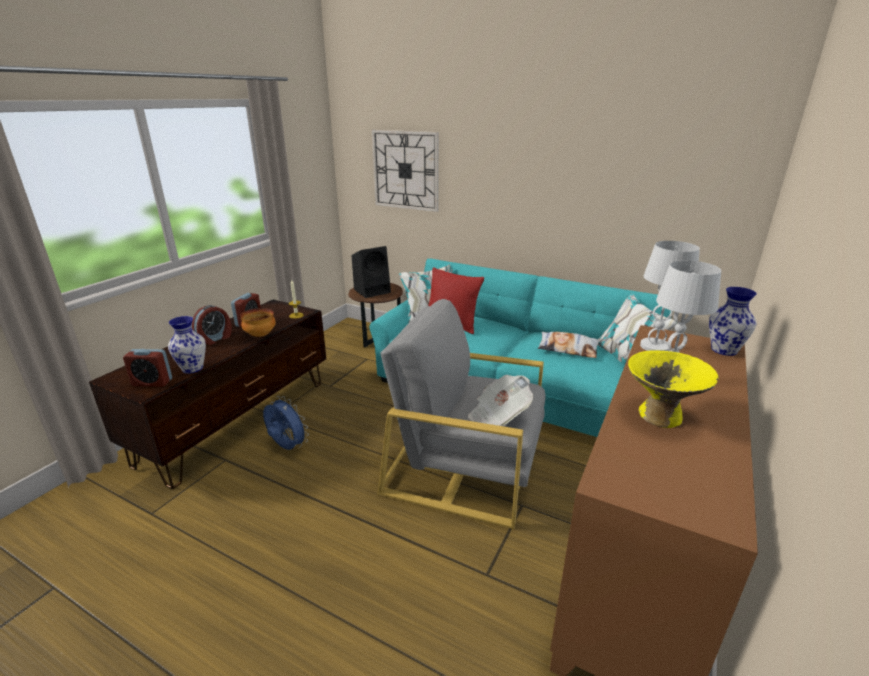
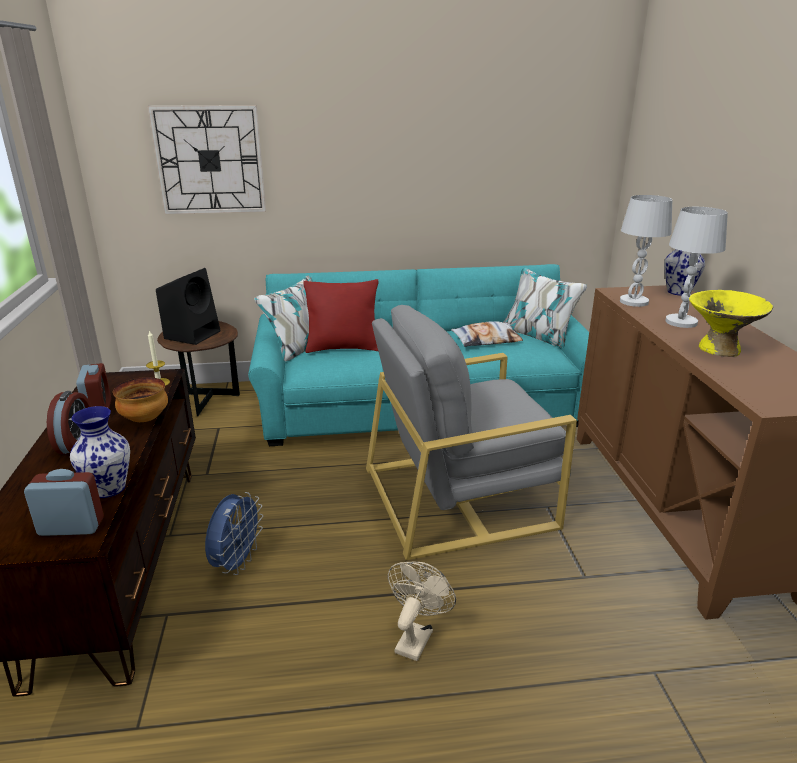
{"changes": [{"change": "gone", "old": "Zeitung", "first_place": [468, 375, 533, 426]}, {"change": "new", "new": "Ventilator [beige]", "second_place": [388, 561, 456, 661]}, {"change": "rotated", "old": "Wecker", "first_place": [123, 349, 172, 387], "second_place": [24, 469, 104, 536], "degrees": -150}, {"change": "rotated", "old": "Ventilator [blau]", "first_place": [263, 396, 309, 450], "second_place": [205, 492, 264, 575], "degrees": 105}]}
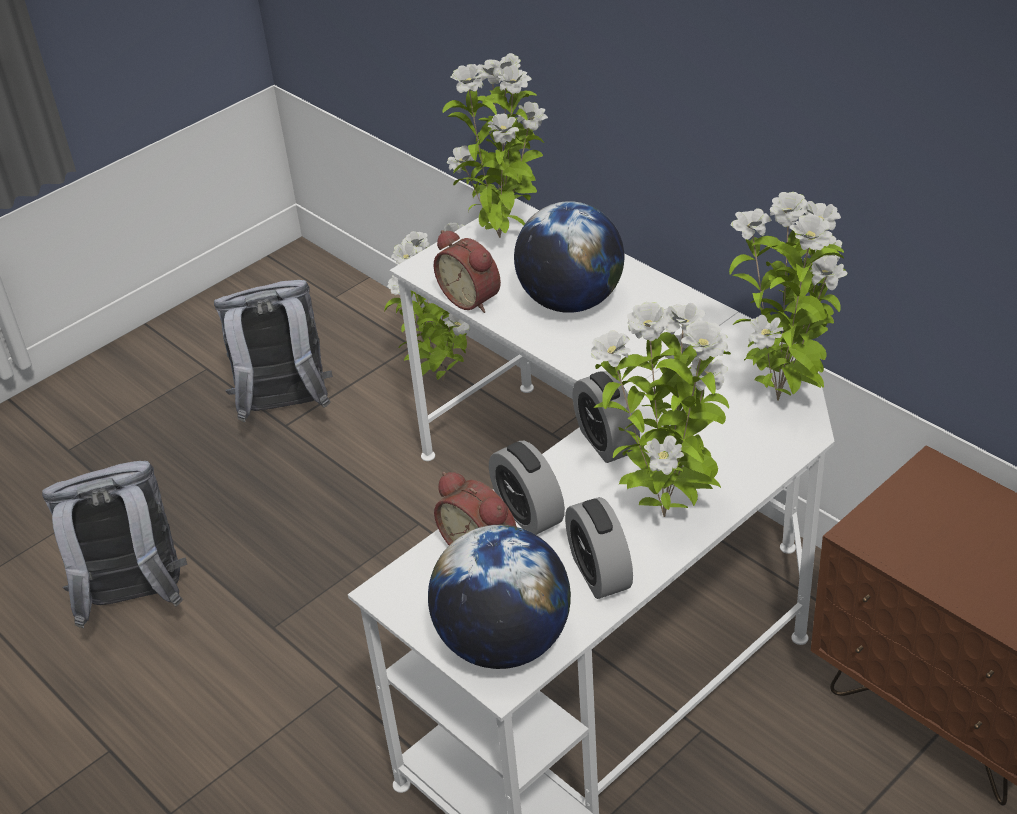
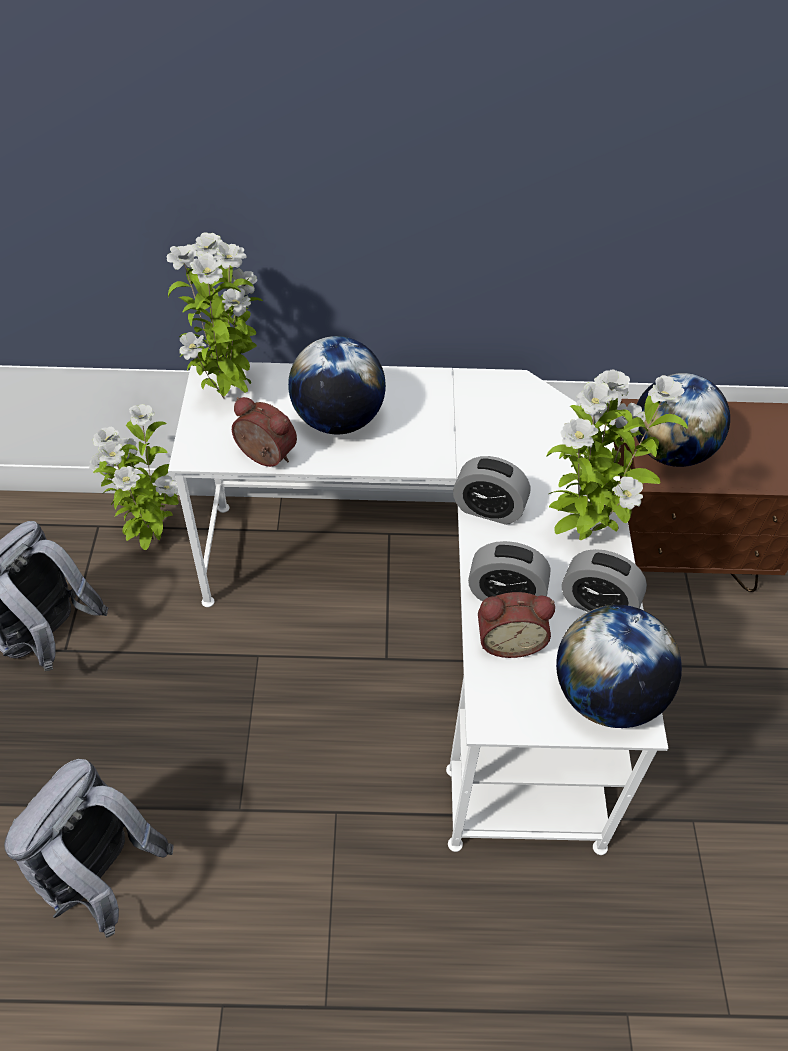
{"changes": [{"change": "gone", "old": "Topfpflanze", "first_place": [729, 192, 847, 401]}, {"change": "new", "new": "Globus", "second_place": [636, 373, 730, 467]}, {"change": "rotated", "old": "Wecker", "first_place": [434, 230, 501, 313], "second_place": [232, 397, 297, 467], "degrees": -150}]}
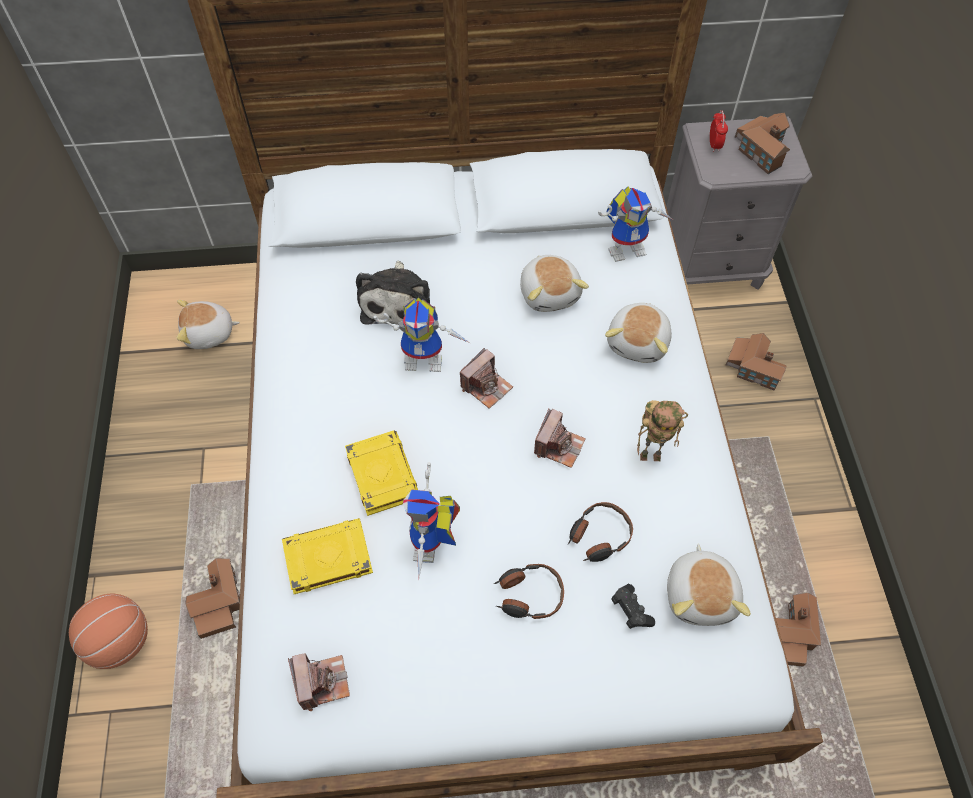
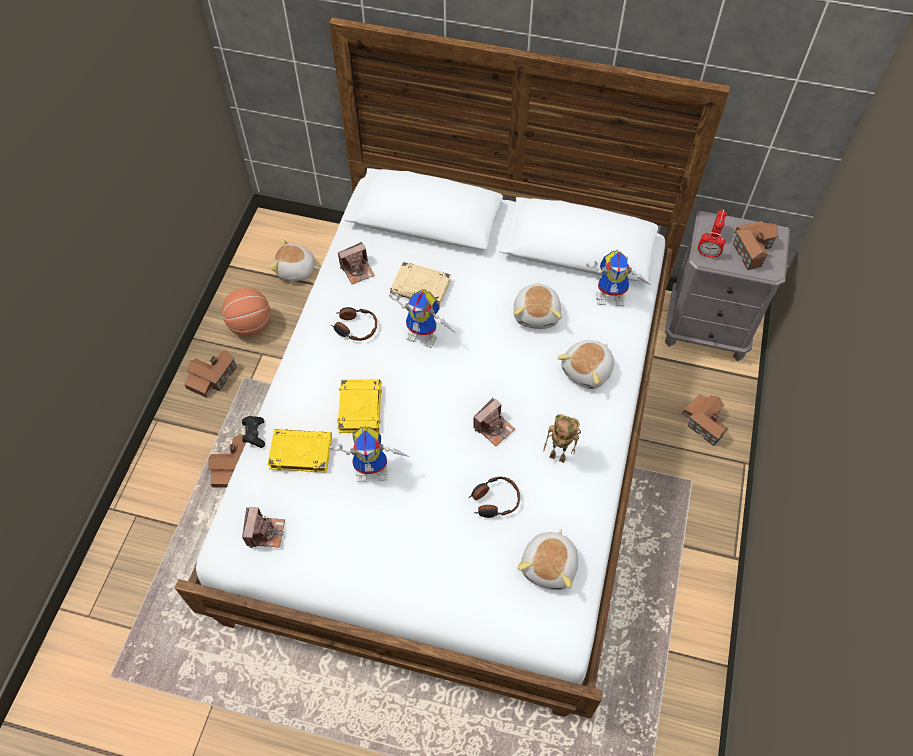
{"changes": [{"change": "new", "new": "Wecker", "second_place": [698, 232, 725, 258]}, {"change": "shifted", "old": "Basketball", "first_place": [69, 594, 148, 669], "second_place": [222, 288, 271, 336]}, {"change": "shifted", "old": "Kamera", "first_place": [460, 348, 513, 409], "second_place": [338, 242, 375, 284]}, {"change": "shifted", "old": "Kopfhörer", "first_place": [494, 564, 564, 619], "second_place": [331, 307, 377, 341]}, {"change": "shifted", "old": "Gamepad [schwarz]", "first_place": [611, 584, 655, 629], "second_place": [242, 416, 265, 448]}, {"change": "shifted", "old": "Spielzeughaus", "first_place": [776, 593, 821, 667], "second_place": [184, 351, 237, 398]}, {"change": "swapped", "old": "Plüschtier", "new": "Buch [beige]", "first_place": [356, 261, 430, 325], "second_place": [390, 262, 451, 306]}, {"change": "rotated", "old": "Spielzeugroboter", "first_place": [403, 462, 460, 580], "second_place": [330, 426, 410, 482], "degrees": -120}]}
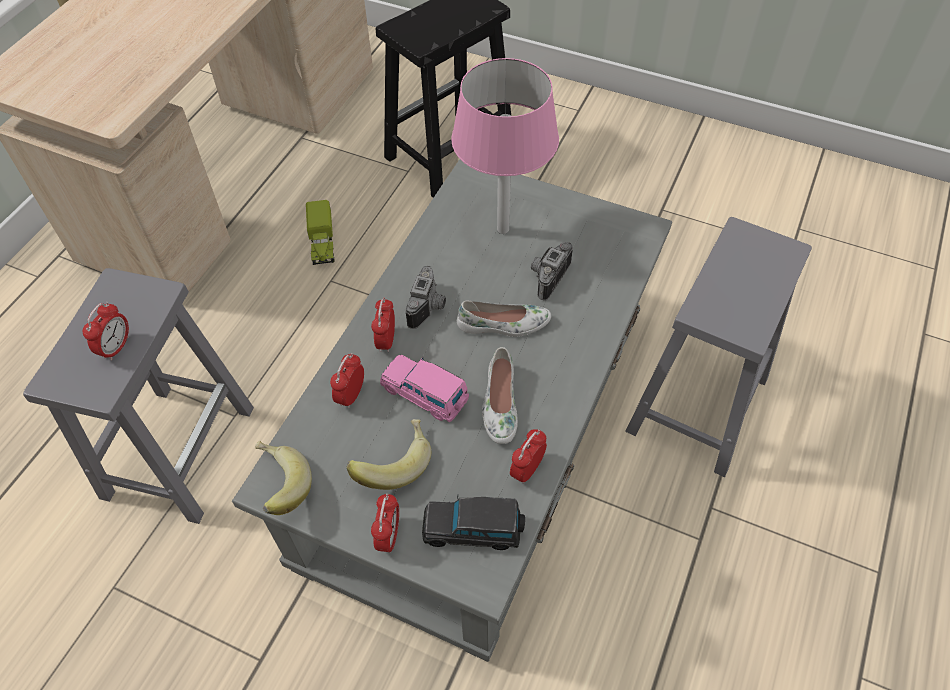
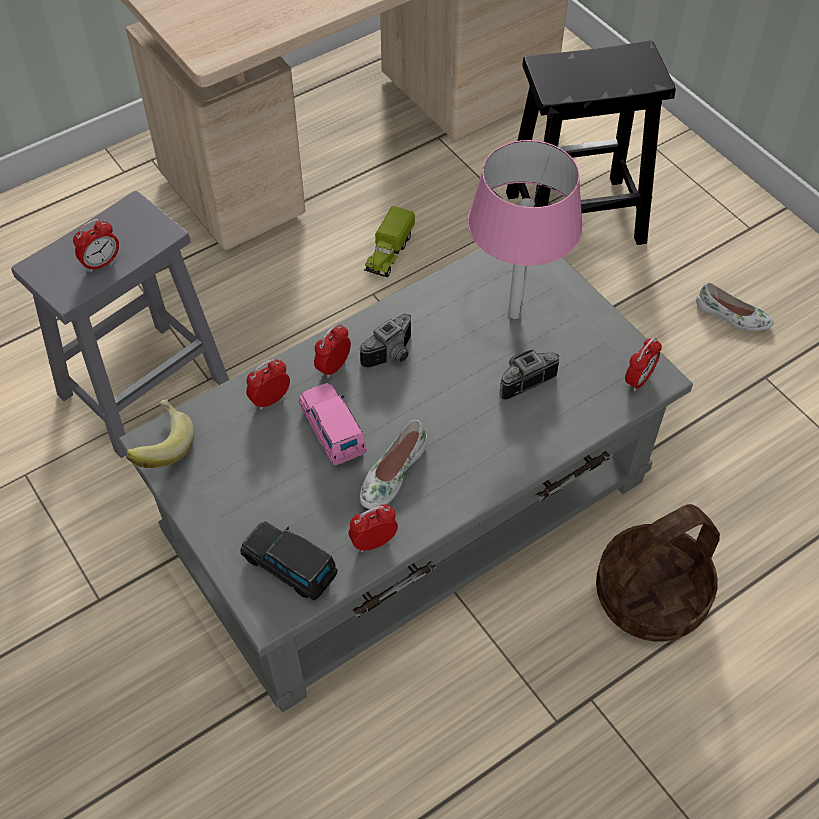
{"changes": [{"change": "gone", "old": "Banane", "first_place": [346, 419, 431, 490]}, {"change": "shifted", "old": "Wecker", "first_place": [371, 494, 399, 553], "second_place": [625, 337, 662, 392]}, {"change": "shifted", "old": "Schuh [weiß]", "first_place": [457, 301, 551, 337], "second_place": [696, 283, 774, 331]}, {"change": "swapped", "old": "Hocker [grau]", "new": "Korb", "first_place": [625, 217, 812, 477], "second_place": [596, 504, 720, 642]}]}
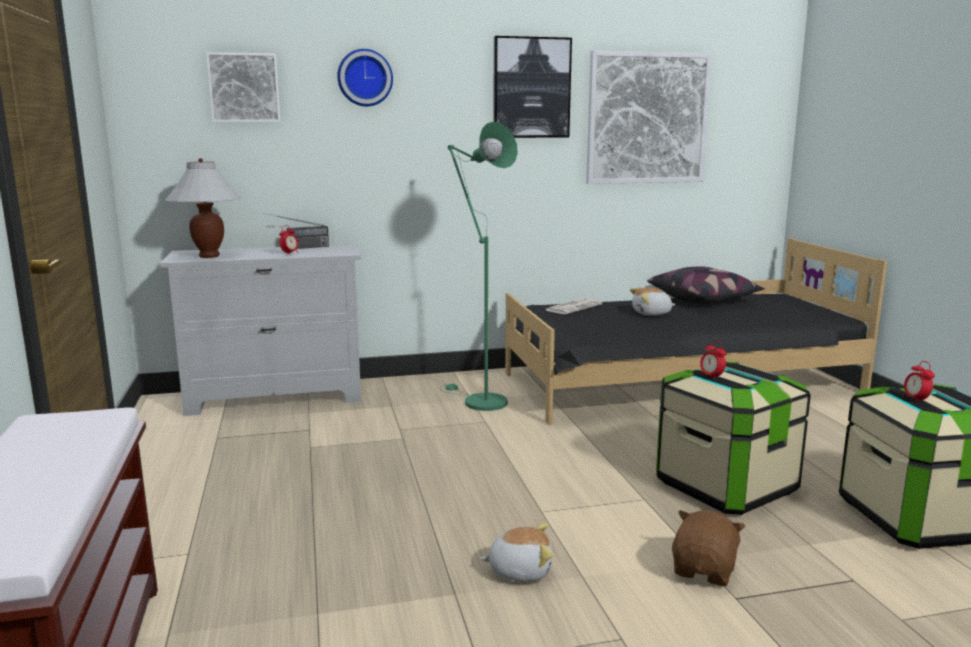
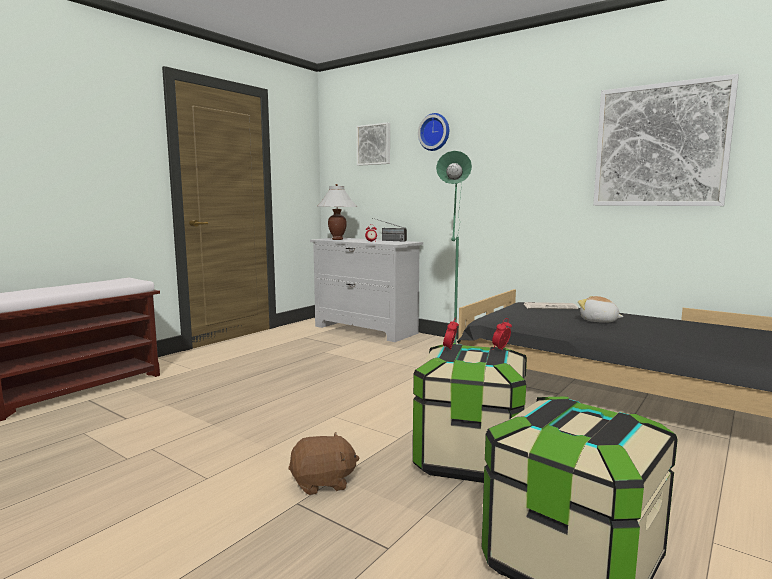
{"changes": [{"change": "gone", "old": "Plüschtier", "first_place": [480, 523, 553, 581]}, {"change": "gone", "old": "Bild", "first_place": [493, 36, 572, 138]}, {"change": "gone", "old": "Kissen", "first_place": [647, 266, 765, 304]}, {"change": "shifted", "old": "Wecker", "first_place": [903, 361, 935, 400], "second_place": [492, 318, 512, 350]}]}
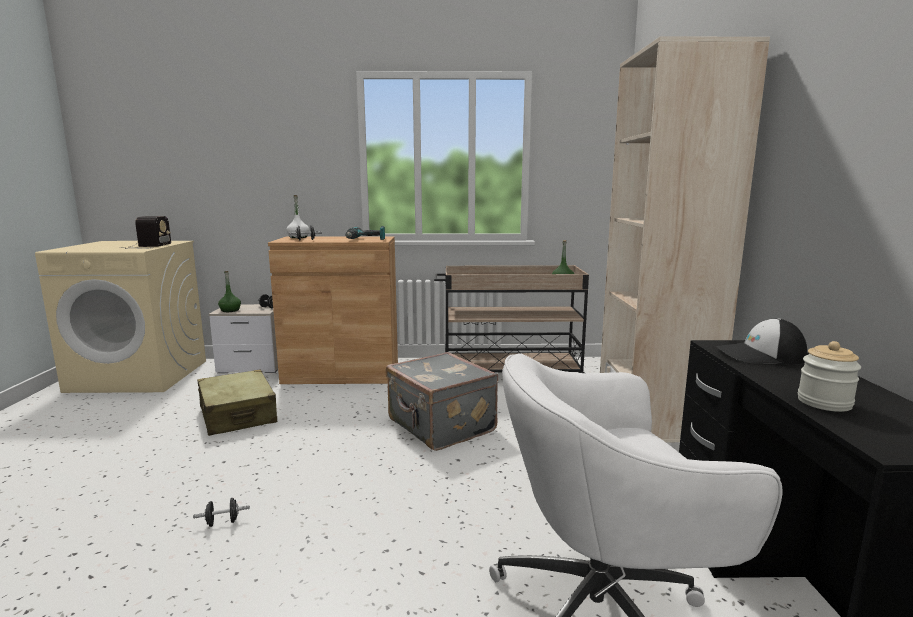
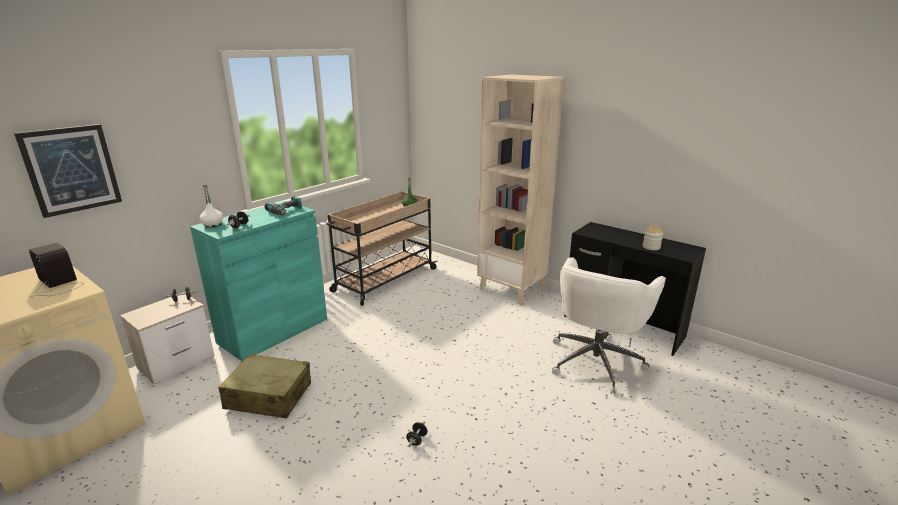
{"changes": [{"change": "gone", "old": "Flasche [grün]", "first_place": [218, 271, 241, 312]}, {"change": "gone", "old": "Koffer [grau]", "first_place": [386, 352, 498, 451]}, {"change": "gone", "old": "Kappe", "first_place": [716, 318, 807, 364]}, {"change": "new", "new": "Bild", "second_place": [14, 124, 122, 218]}, {"change": "repainted", "old": "Schrank [braun]", "new": "Schrank [türkis]", "first_place": [268, 236, 398, 384], "second_place": [190, 201, 327, 362]}]}
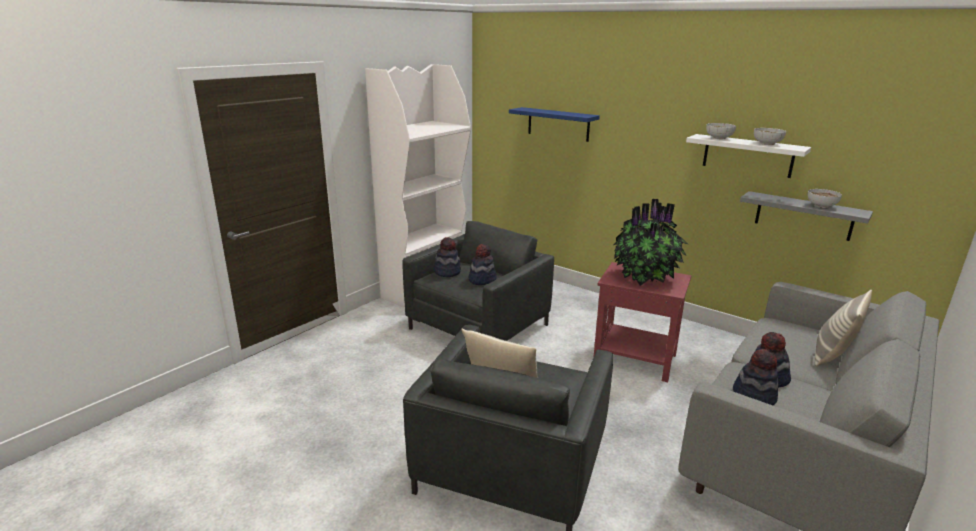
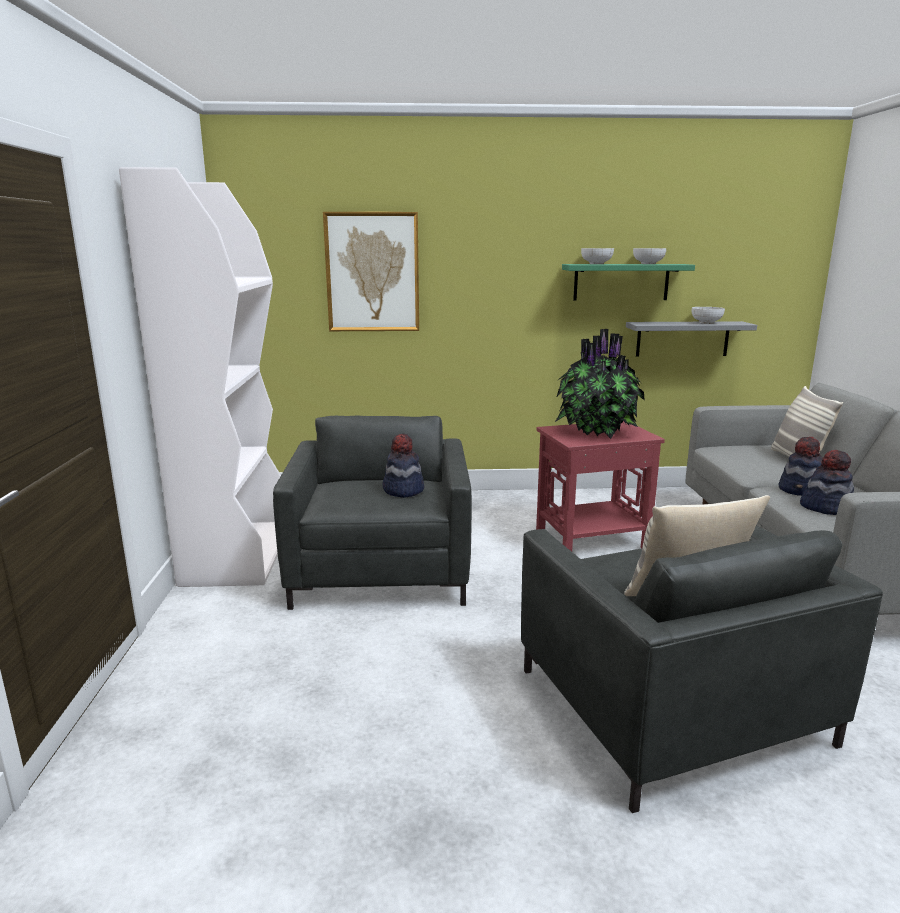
{"changes": [{"change": "gone", "old": "Hut", "first_place": [434, 237, 461, 277]}, {"change": "swapped", "old": "Wandregal [blau]", "new": "Bild", "first_place": [509, 107, 600, 142], "second_place": [323, 212, 419, 331]}, {"change": "repainted", "old": "Wandregal [weiß]", "new": "Wandregal [grün]", "first_place": [686, 134, 811, 178], "second_place": [562, 264, 695, 301]}]}
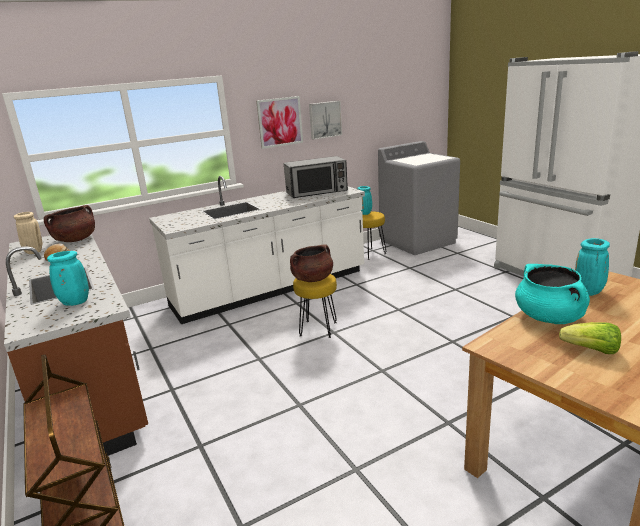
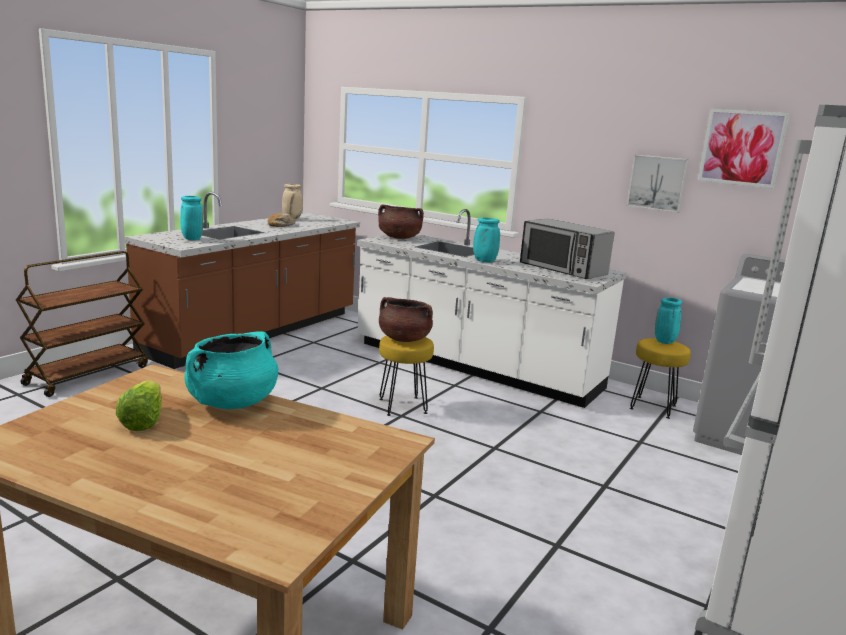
{"changes": [{"change": "shifted", "old": "Kochtopf [braun]", "first_place": [44, 205, 95, 242], "second_place": [378, 204, 424, 239]}, {"change": "shifted", "old": "Bild", "first_place": [256, 96, 303, 149], "second_place": [698, 109, 790, 188]}, {"change": "shifted", "old": "Vase [türkis]", "first_place": [575, 238, 610, 296], "second_place": [473, 218, 500, 262]}]}
